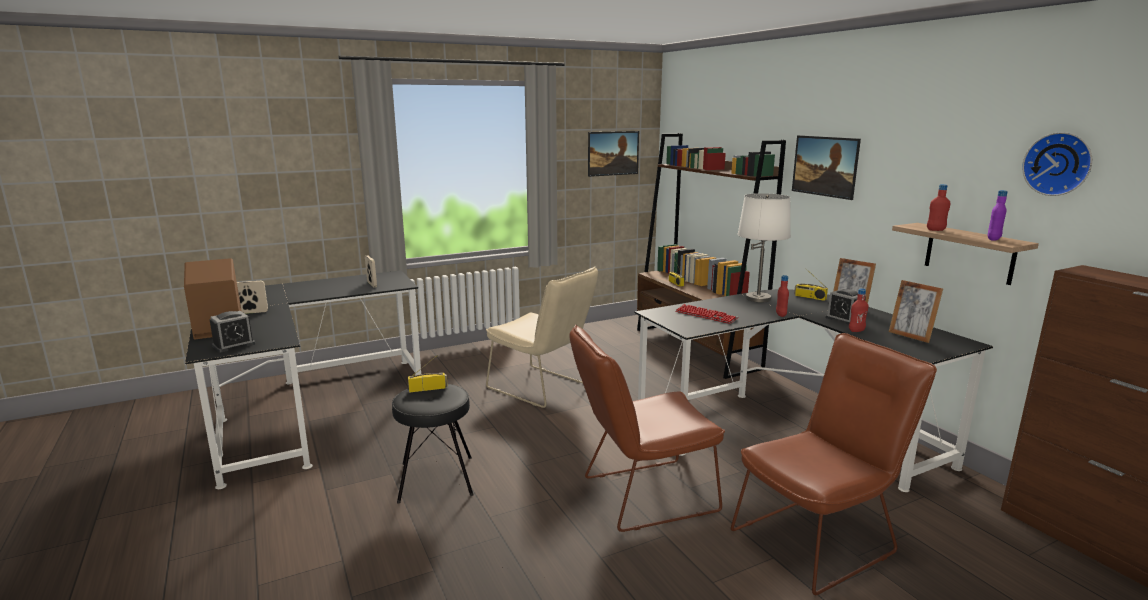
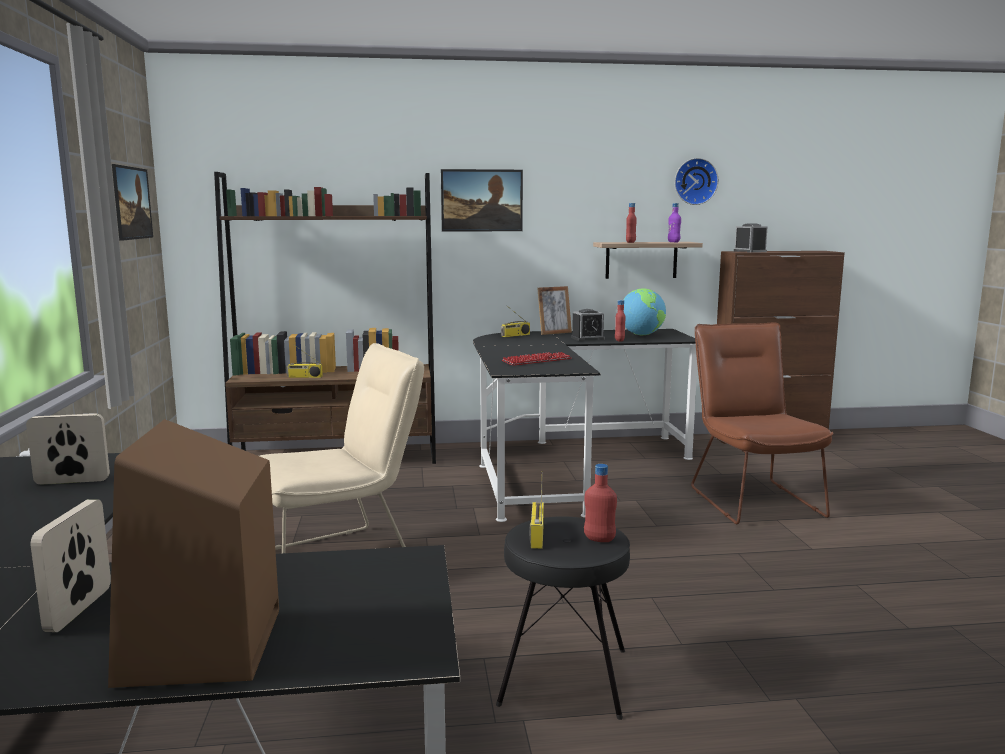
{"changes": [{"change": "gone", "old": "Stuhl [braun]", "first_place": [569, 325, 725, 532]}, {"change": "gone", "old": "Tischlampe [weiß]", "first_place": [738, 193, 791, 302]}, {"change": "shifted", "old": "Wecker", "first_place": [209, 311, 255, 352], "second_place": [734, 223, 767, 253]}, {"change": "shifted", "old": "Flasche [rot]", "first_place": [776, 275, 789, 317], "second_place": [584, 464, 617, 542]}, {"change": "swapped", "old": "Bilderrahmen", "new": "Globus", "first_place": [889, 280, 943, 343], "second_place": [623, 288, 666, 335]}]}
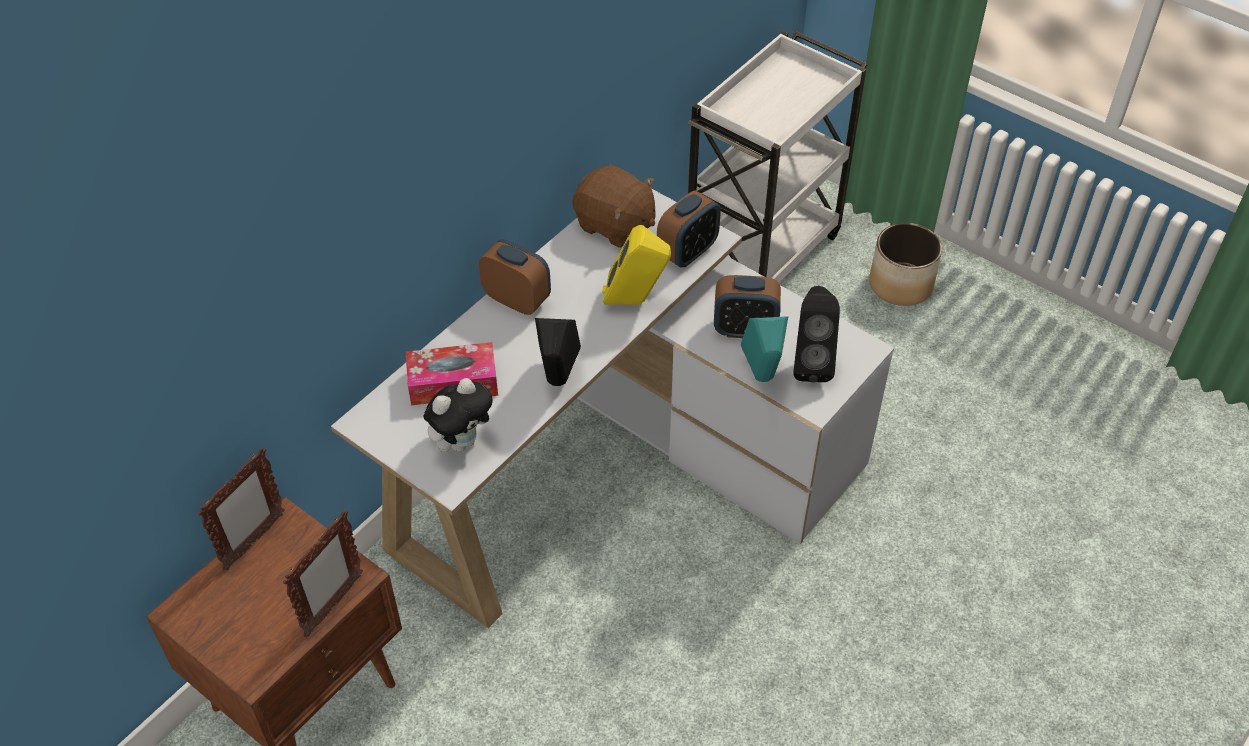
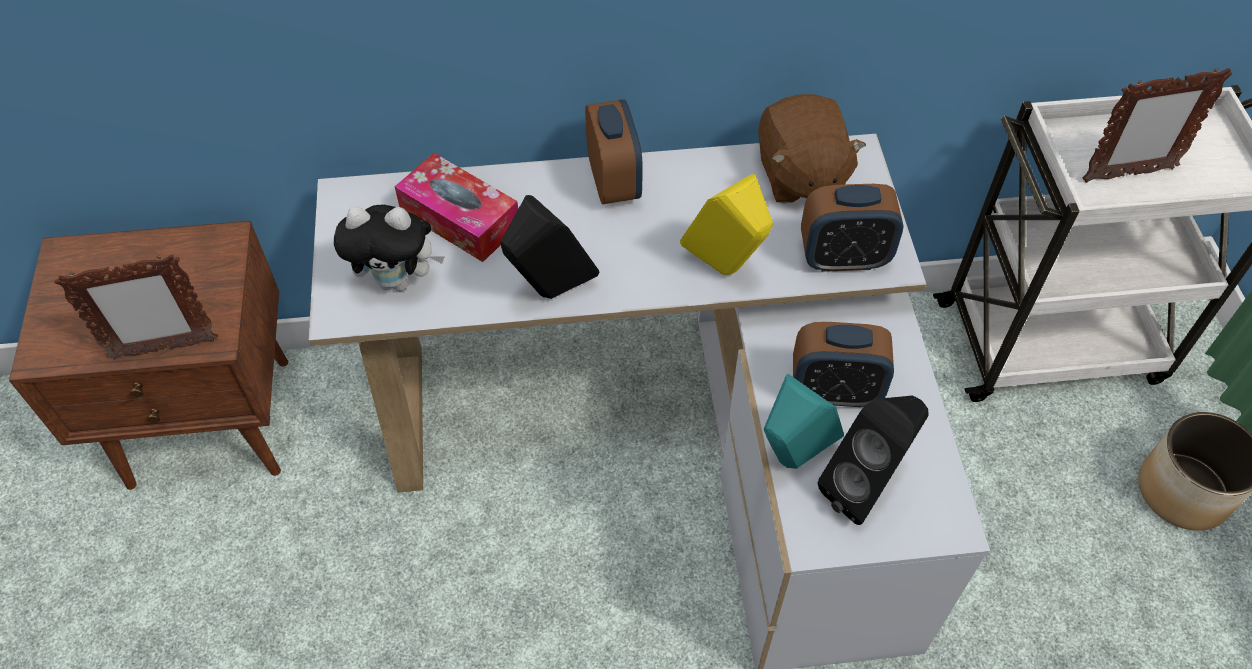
{"changes": [{"change": "shifted", "old": "Bilderrahmen", "first_place": [198, 448, 285, 571], "second_place": [1082, 68, 1233, 183]}, {"change": "rotated", "old": "Wecker", "first_place": [714, 275, 781, 338], "second_place": [793, 322, 894, 407], "degrees": -45}]}
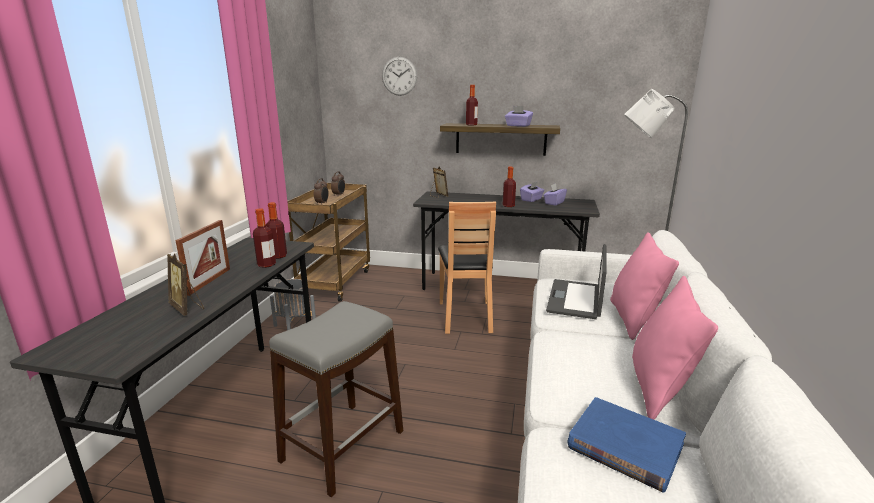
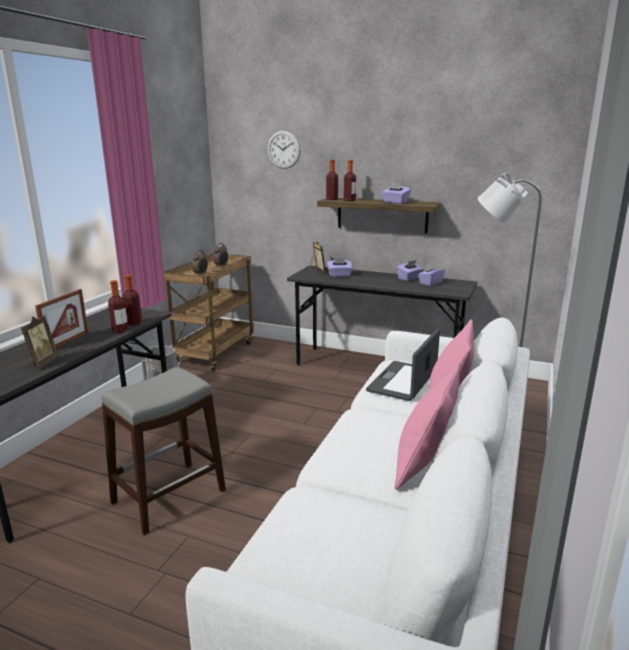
{"changes": [{"change": "gone", "old": "Stuhl [braun]", "first_place": [438, 202, 496, 334]}, {"change": "gone", "old": "Buch [blau]", "first_place": [568, 397, 686, 492]}, {"change": "new", "new": "Taschentuchbox [lila]", "second_place": [327, 258, 352, 277]}, {"change": "shifted", "old": "Flasche", "first_place": [503, 167, 516, 207], "second_place": [326, 160, 338, 200]}, {"change": "rotated", "old": "Bilderrahmen", "first_place": [167, 253, 204, 316], "second_place": [21, 315, 58, 369], "degrees": -135}]}
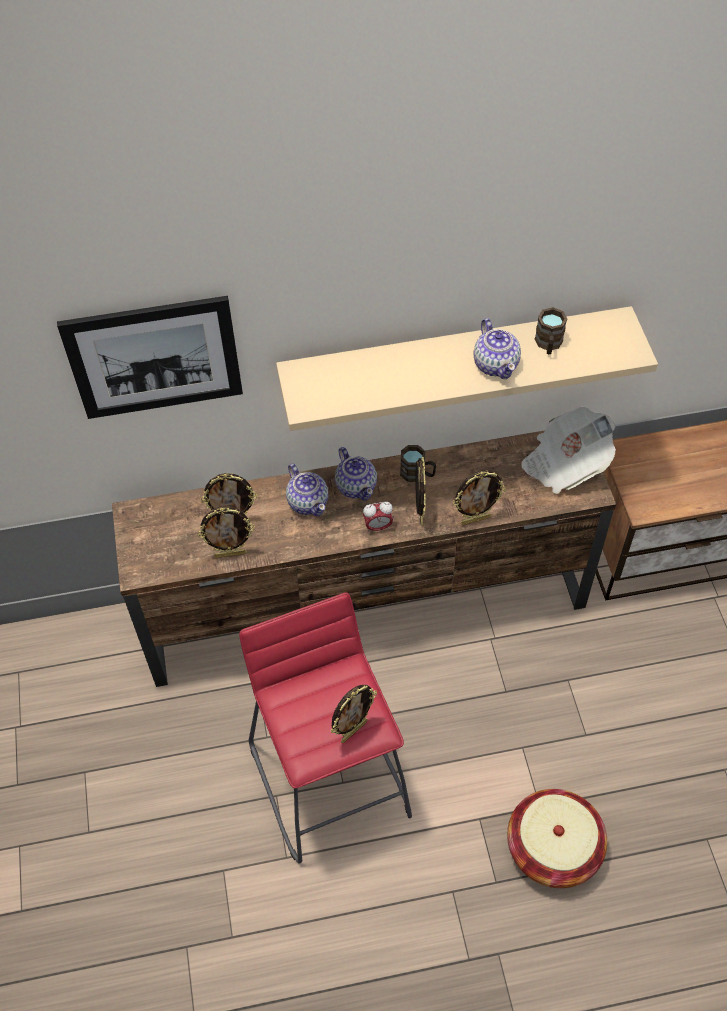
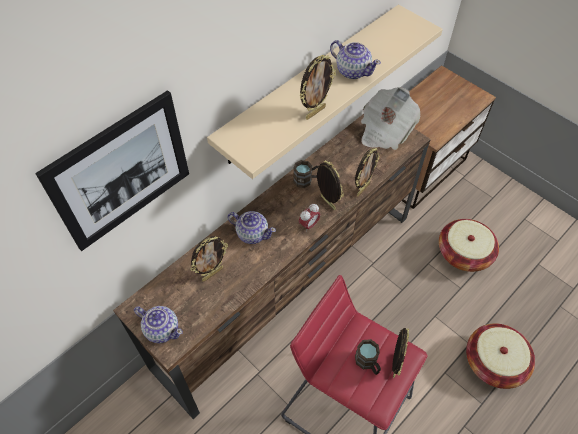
{"changes": [{"change": "new", "new": "Korb", "second_place": [439, 219, 499, 272]}, {"change": "shifted", "old": "Bilderrahmen", "first_place": [197, 506, 255, 558], "second_place": [299, 55, 336, 120]}, {"change": "shifted", "old": "Teekanne", "first_place": [335, 447, 377, 501], "second_place": [134, 306, 183, 343]}, {"change": "shifted", "old": "Henkelbecher [braun]", "first_place": [535, 307, 567, 354], "second_place": [355, 339, 381, 375]}]}
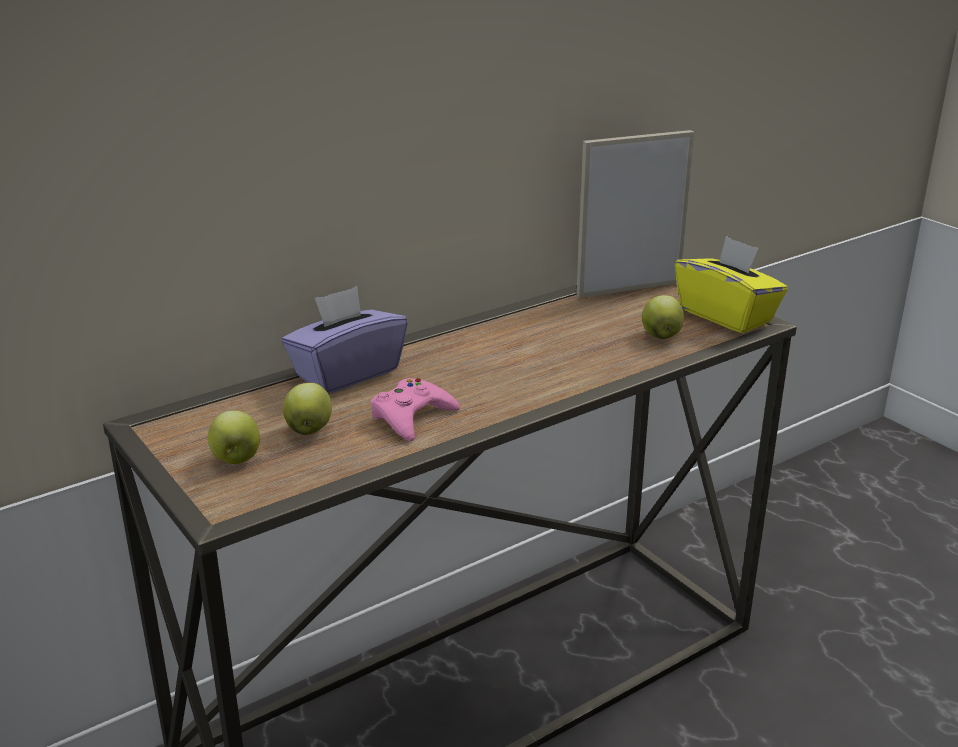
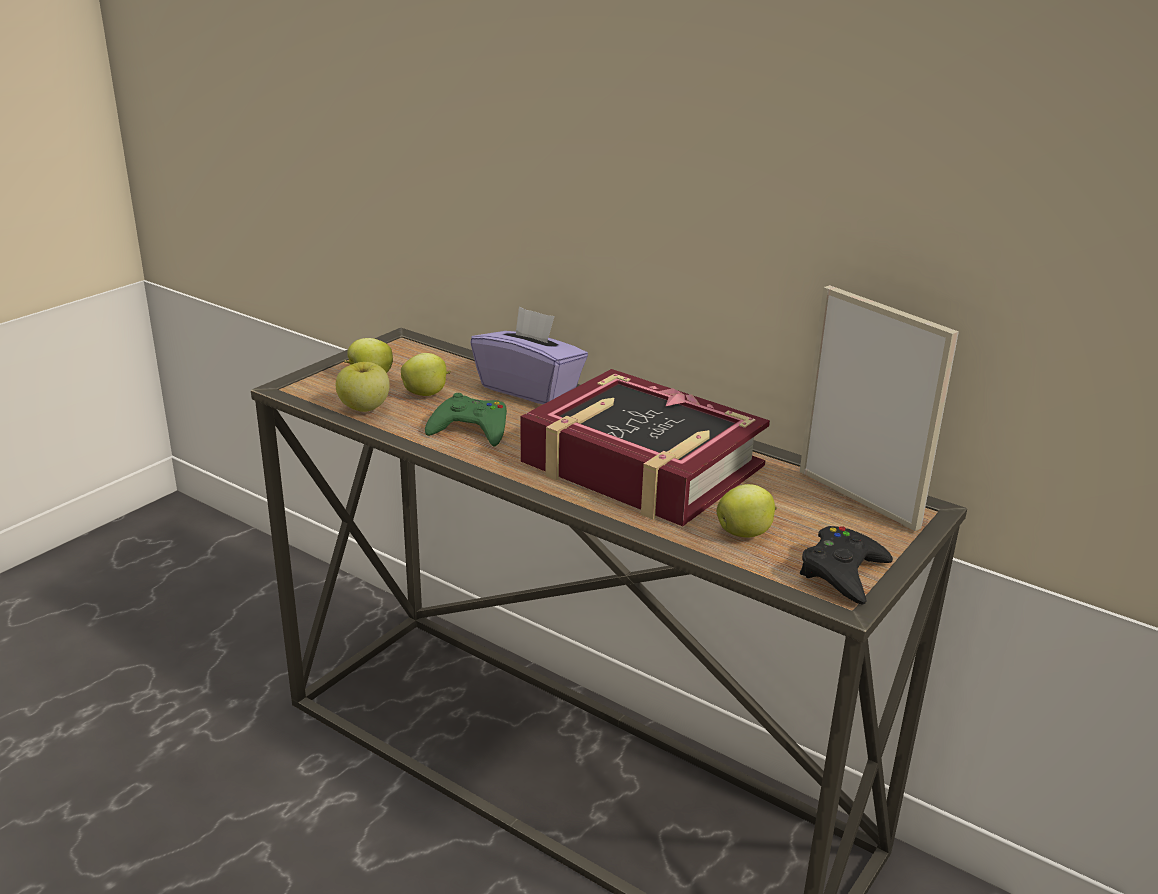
{"changes": [{"change": "new", "new": "Apfel", "second_place": [336, 362, 390, 412]}, {"change": "new", "new": "Buch", "second_place": [521, 369, 770, 526]}, {"change": "swapped", "old": "Taschentuchbox [gelb]", "new": "Gamepad [schwarz]", "first_place": [675, 236, 788, 333], "second_place": [800, 526, 893, 605]}, {"change": "repainted", "old": "Gamepad [rosa]", "new": "Gamepad [grün]", "first_place": [371, 378, 460, 441], "second_place": [425, 393, 507, 446]}]}
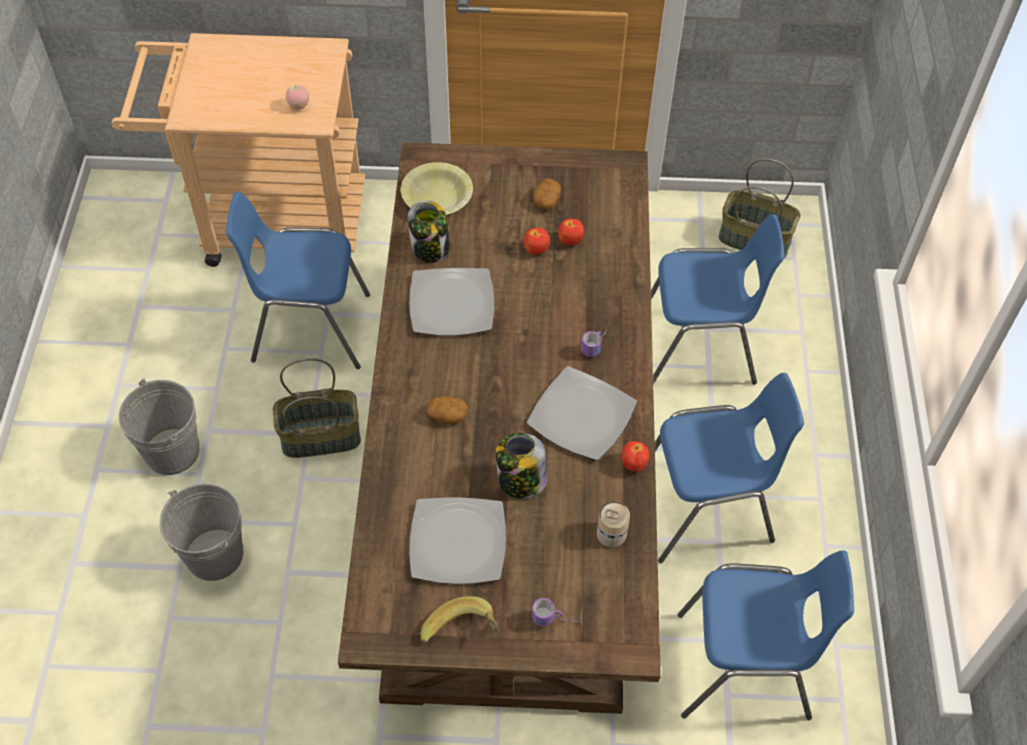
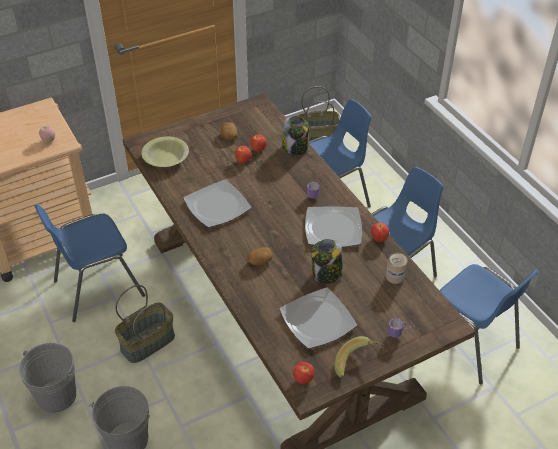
{"changes": [{"change": "new", "new": "Apfel", "second_place": [293, 362, 315, 384]}, {"change": "shifted", "old": "Vorratsglas", "first_place": [408, 200, 450, 263], "second_place": [282, 116, 309, 155]}, {"change": "rotated", "old": "Stuhl [blau]", "first_place": [678, 551, 854, 720], "second_place": [439, 264, 539, 384], "degrees": 75}]}
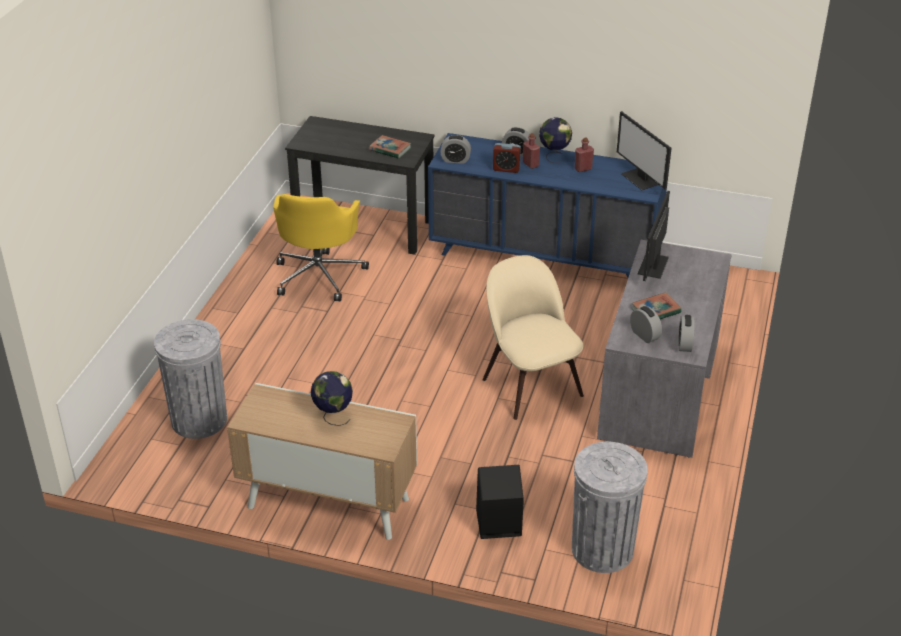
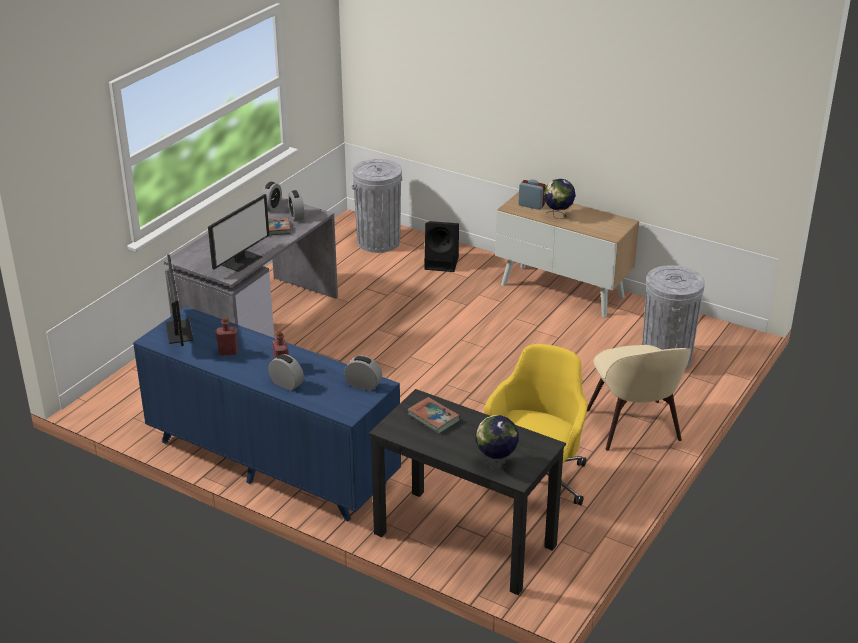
{"changes": [{"change": "shifted", "old": "Stuhl [beige]", "first_place": [483, 255, 584, 420], "second_place": [587, 345, 691, 451]}, {"change": "shifted", "old": "Wecker", "first_place": [493, 143, 521, 173], "second_place": [519, 180, 546, 210]}, {"change": "shifted", "old": "Globus", "first_place": [539, 117, 572, 163], "second_place": [475, 415, 519, 470]}]}
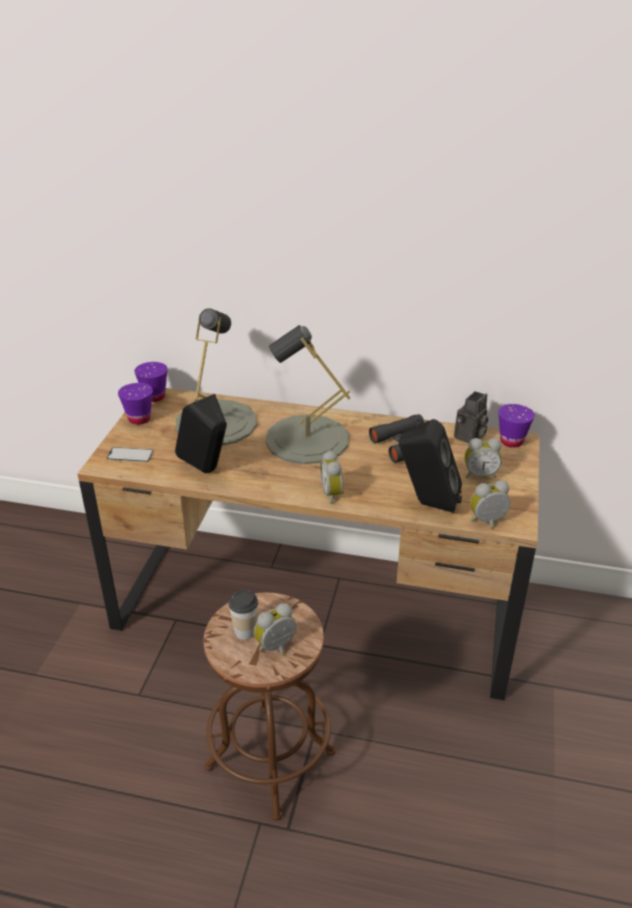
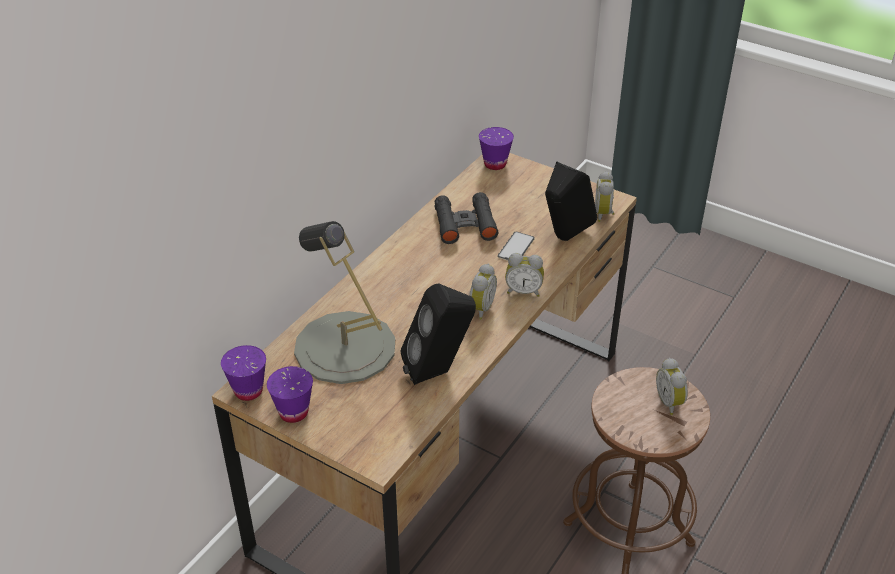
{"changes": [{"change": "gone", "old": "Tasse", "first_place": [228, 590, 258, 640]}, {"change": "gone", "old": "Tischlampe [grau]", "first_place": [265, 325, 350, 464]}, {"change": "gone", "old": "Kamera", "first_place": [454, 391, 488, 443]}, {"change": "shifted", "old": "Handy", "first_place": [107, 447, 154, 463], "second_place": [497, 232, 535, 261]}, {"change": "shifted", "old": "Wecker", "first_place": [465, 438, 502, 478], "second_place": [469, 264, 497, 320]}]}
